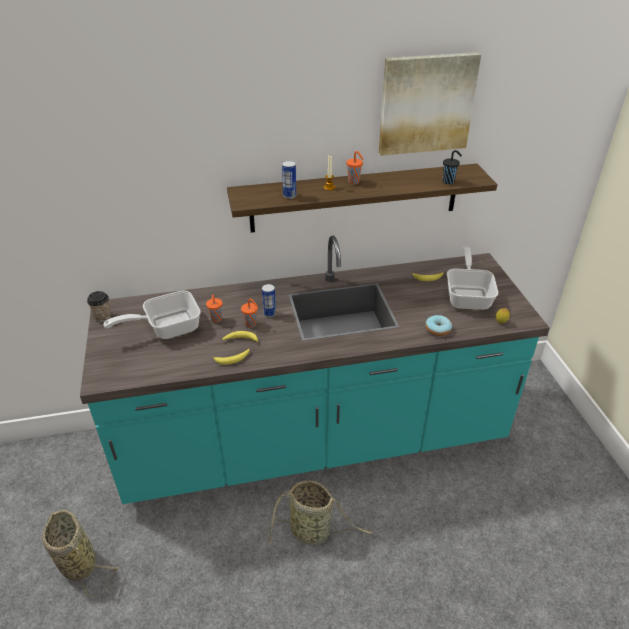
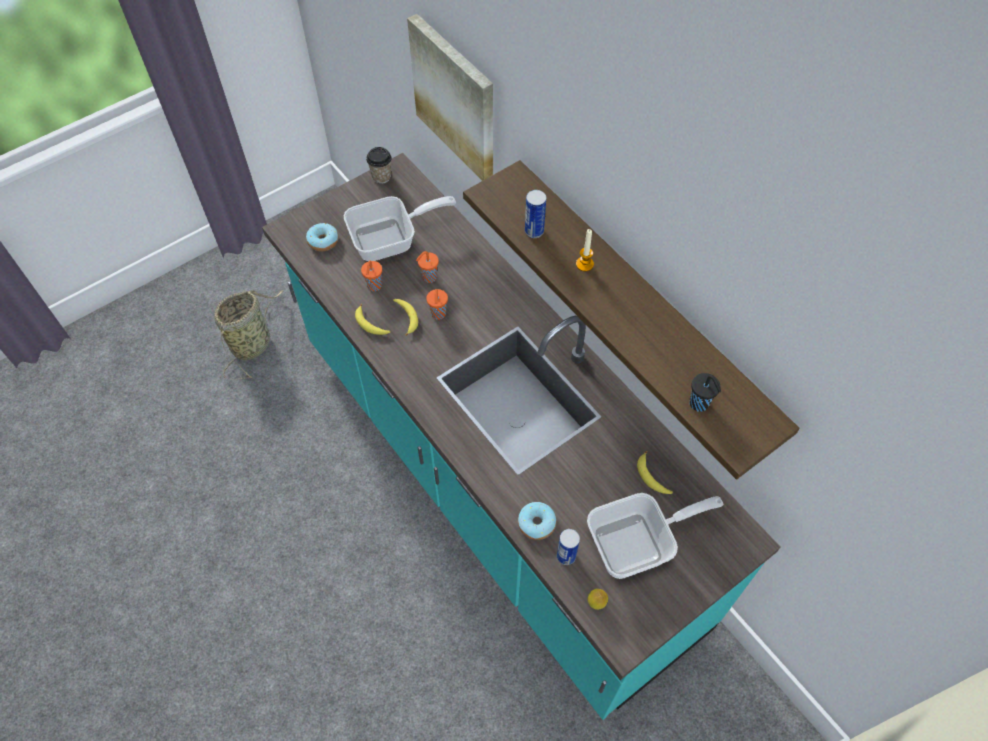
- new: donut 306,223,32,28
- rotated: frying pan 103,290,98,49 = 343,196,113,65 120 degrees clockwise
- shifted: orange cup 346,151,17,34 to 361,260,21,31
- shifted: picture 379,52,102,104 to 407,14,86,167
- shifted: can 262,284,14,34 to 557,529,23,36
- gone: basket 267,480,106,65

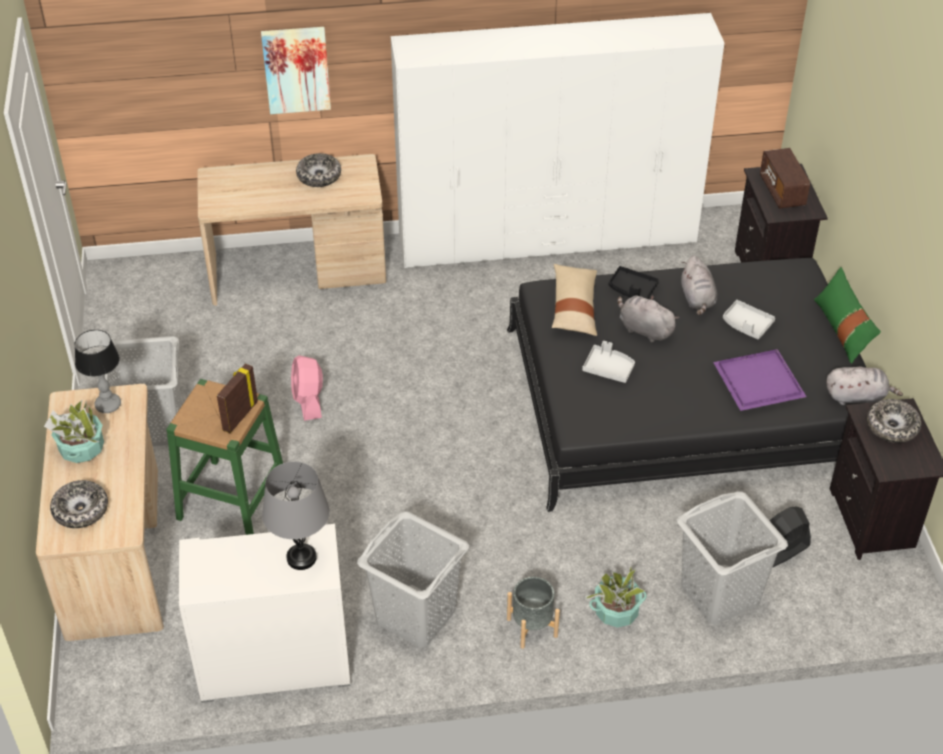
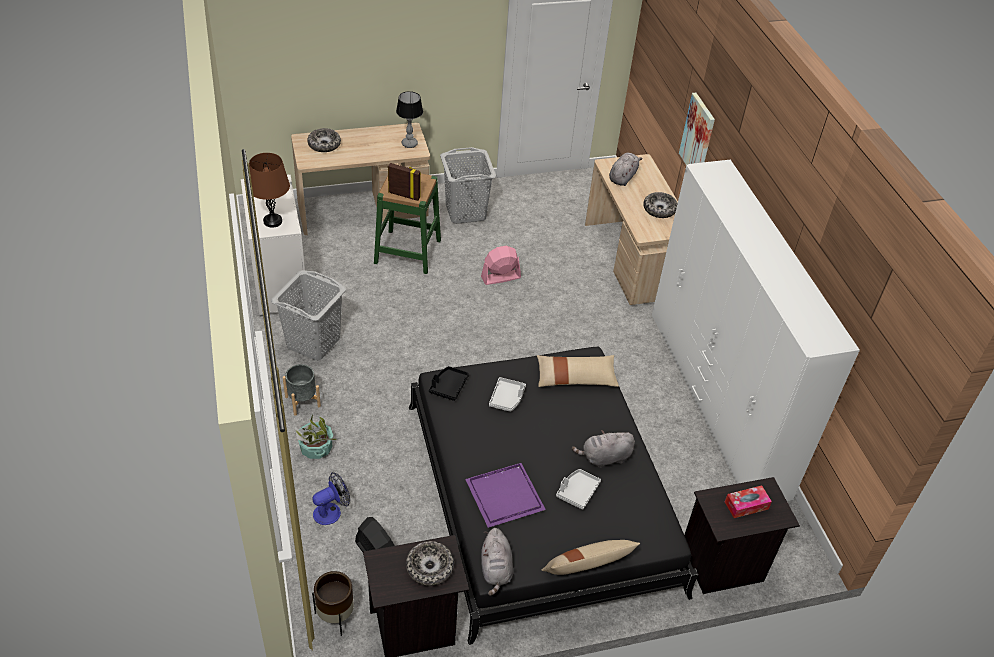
- repainted: grey table lamp 262,462,68,108 to brown table lamp 249,153,41,75
- swapped: grey laundry basket 677,491,111,133 to fan 312,472,38,53
- new: brown planter 312,571,42,65
- shifted: black tray 609,266,50,33 to 429,366,40,35
- repainted: green pillow 814,267,67,96 to beige pillow 542,540,98,35
- shifted: grey plush toy 618,295,61,48 to 609,153,34,33
- swapped: radio 760,148,50,61 to tissue box 725,485,47,33
- gone: potted plant 44,399,60,64

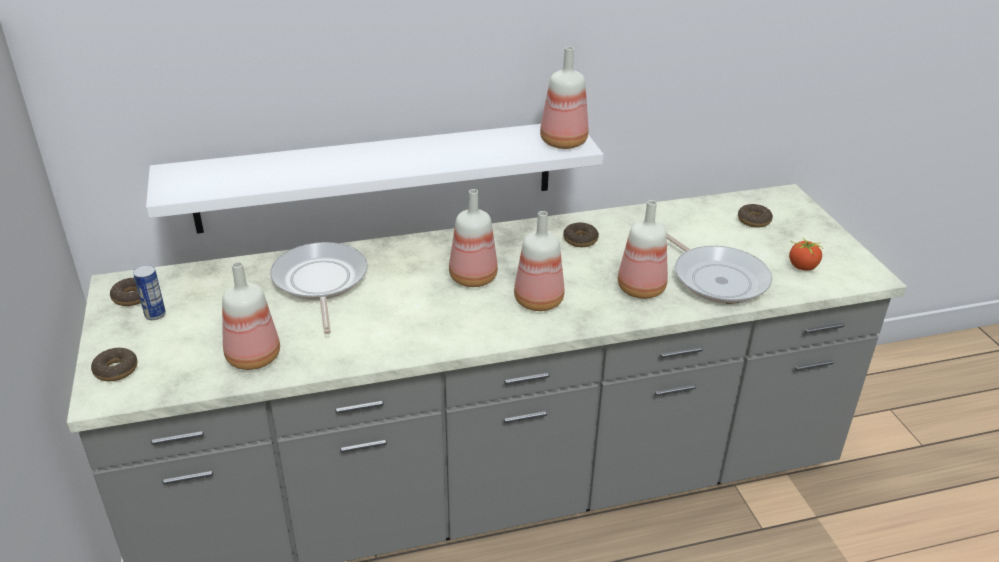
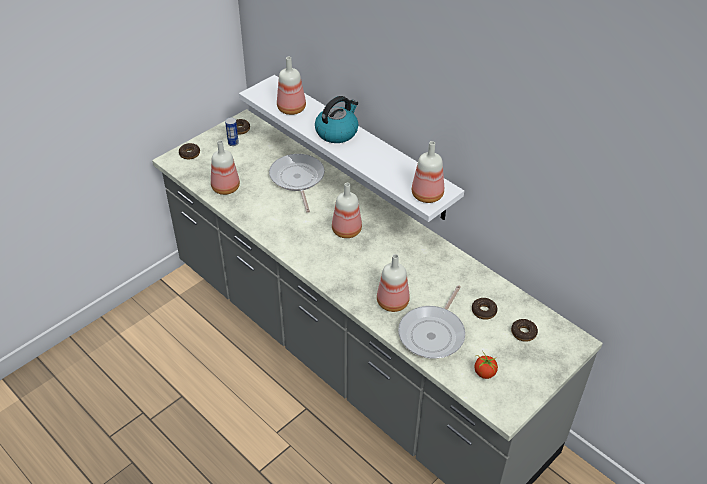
- rotated: frying pan 270,242,98,92 = 269,154,56,59 60 degrees counterclockwise
- shifted: bottle 514,211,50,100 to 277,57,29,58
- new: kettle 315,96,43,47
- shifted: donut 563,223,36,24 to 472,298,26,22

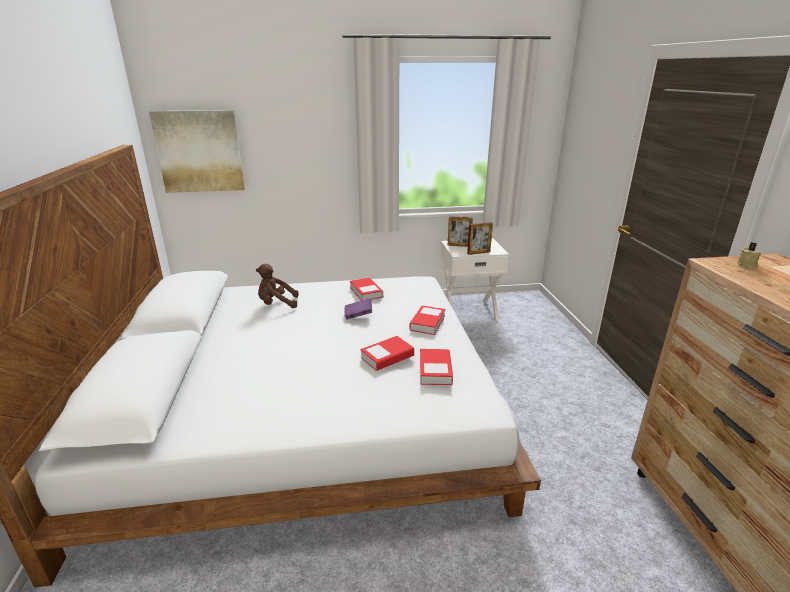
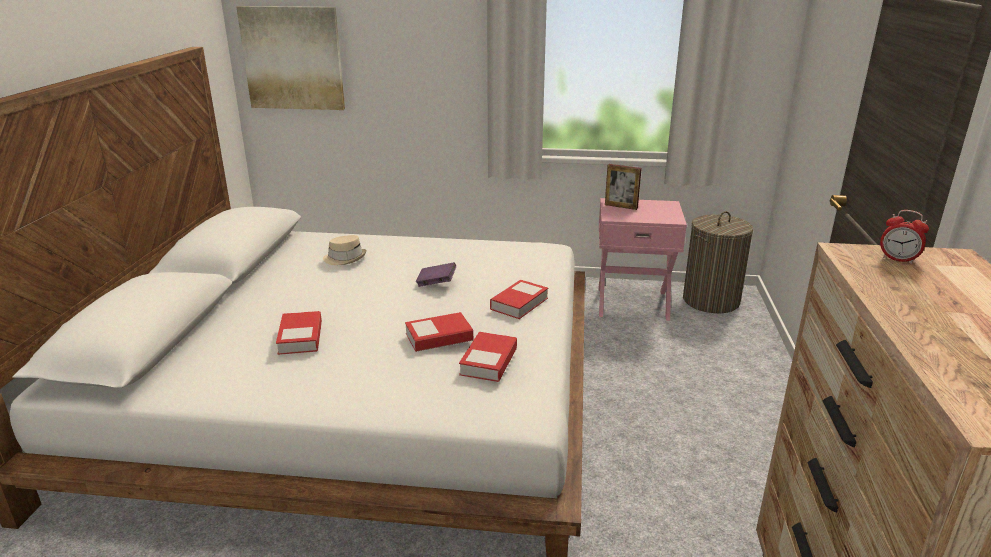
- shifted: book 350,277,33,24 to 276,311,46,44
- swapped: brown plush toy 256,264,43,44 to beige hat 323,235,43,30
- repainted: white nightstand 440,239,69,82 to pink nightstand 598,198,89,123
- new: laundry basket 683,211,70,102
- swapped: beige candle 737,242,24,27 to alarm clock 880,210,49,54
- gone: picture frame 467,222,26,33

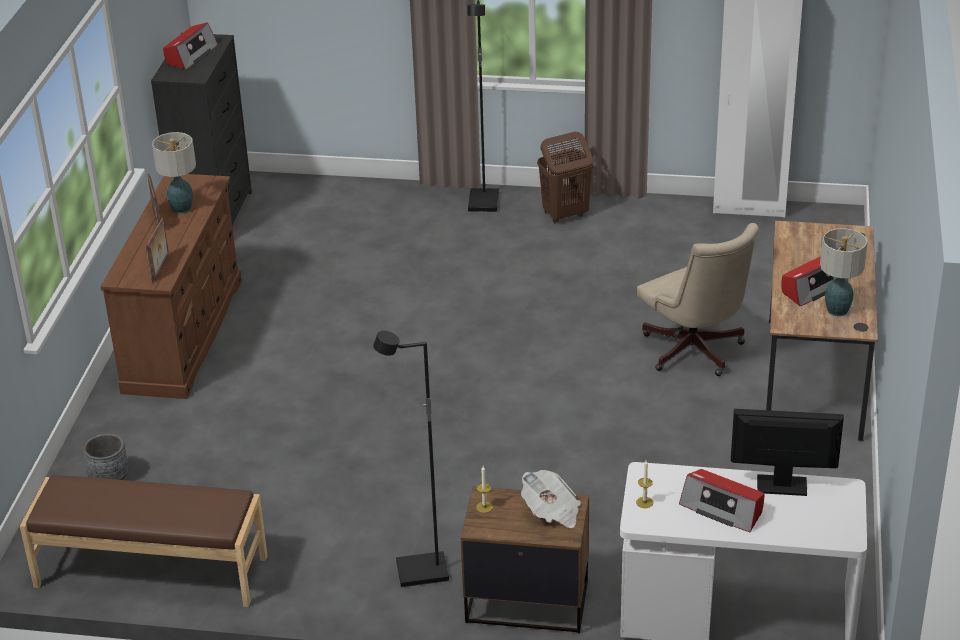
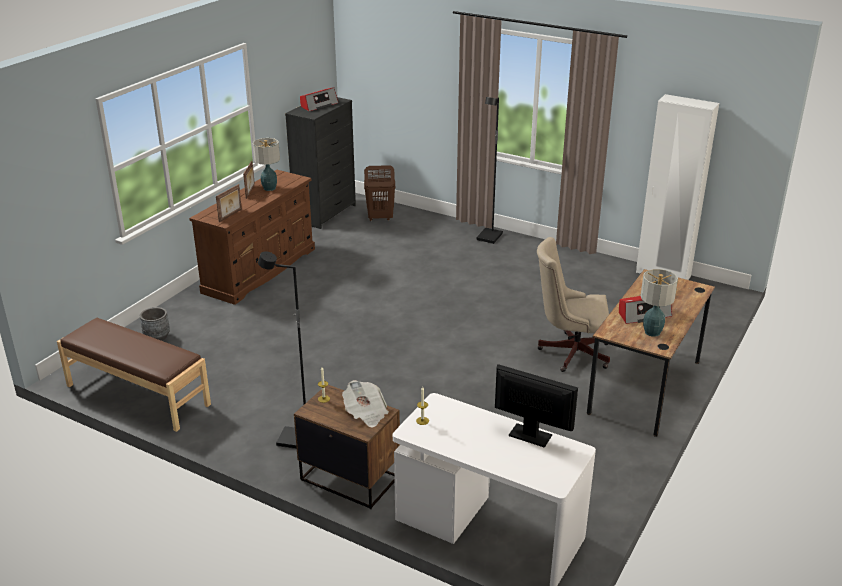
- shifted: brown laundry basket 537,132,56,92 to 364,165,31,56
- rotated: beige office chair 637,223,122,153 = 537,237,73,135 105 degrees clockwise
- gone: radio 679,469,86,63

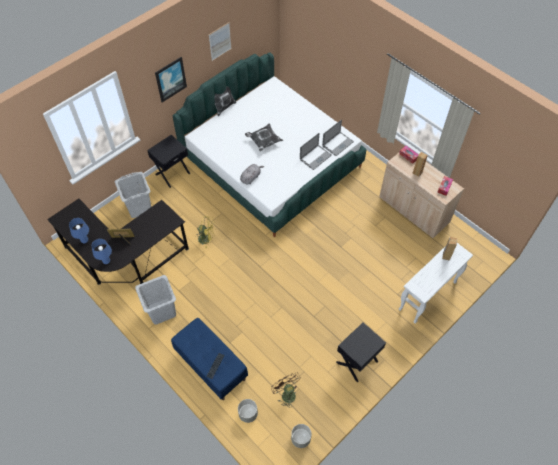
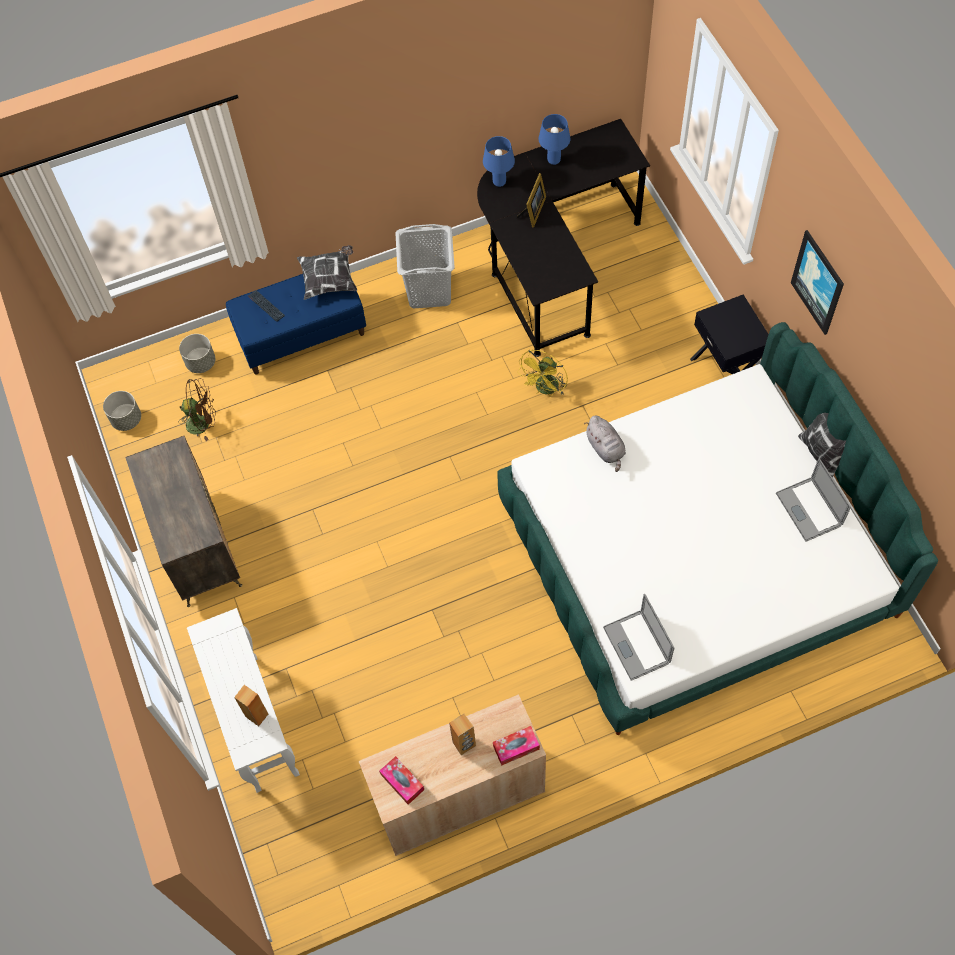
- swapped: black nightstand 336,323,50,60 to dresser 125,436,117,171
- shifted: pillow 245,124,38,27 to 297,245,60,55
- shifted: laptop 300,133,32,37 to 776,458,75,84
- gone: grey laundry basket 115,172,36,46
- gone: picture 209,22,23,39

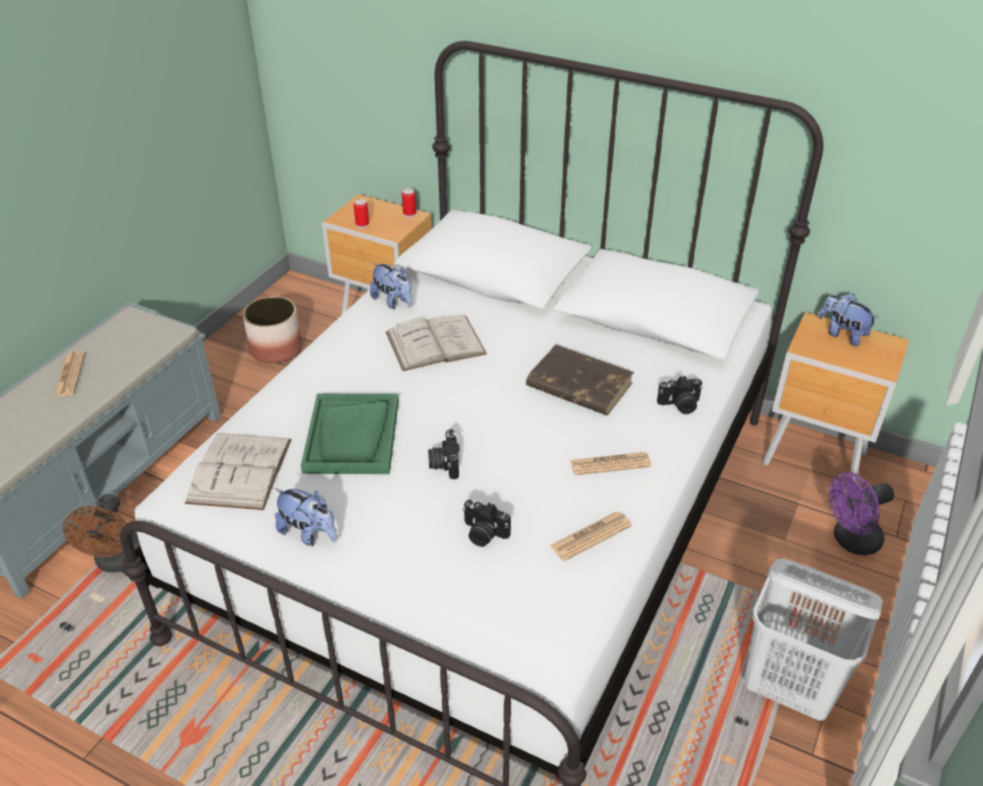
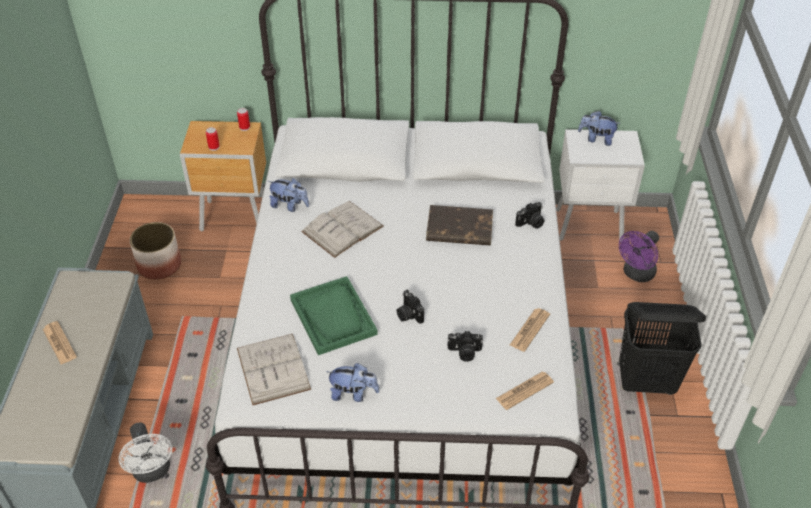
- repainted: brown fan 63,494,77,79 to white fan 119,422,53,61
- shifted: newspaper 570,452,82,23 to 496,372,58,38
- repainted: brown nightstand 763,312,146,170 to white nightstand 556,129,89,112
- repainted: white laundry basket 744,558,138,163 to black laundry basket 619,302,87,93

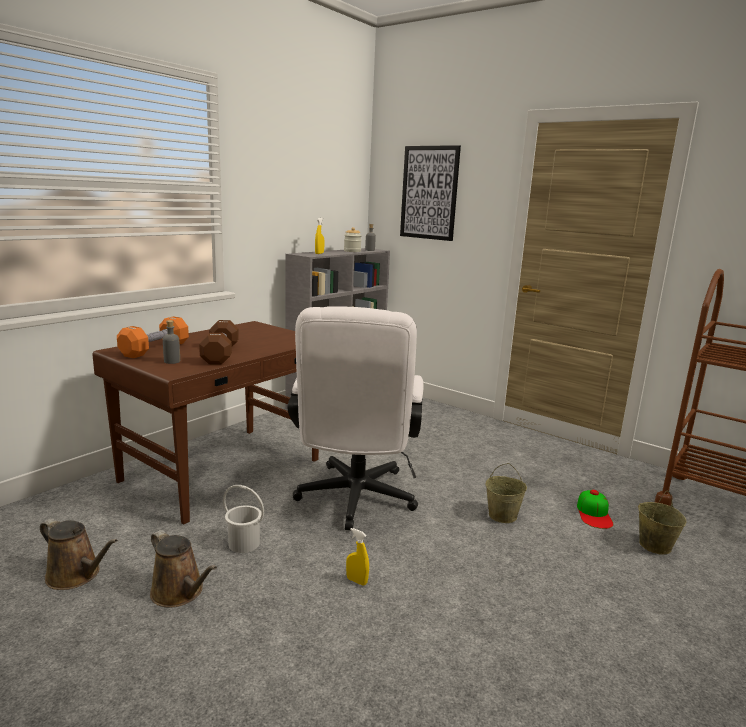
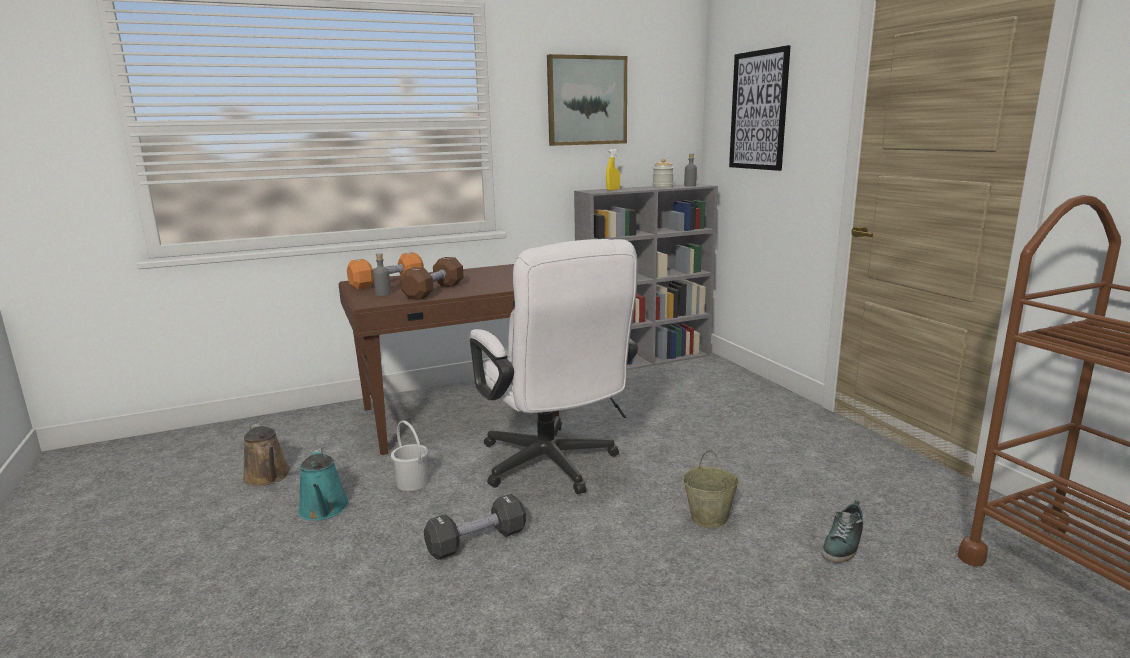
- repainted: brown watering can 150,530,67,77 to turquoise watering can 298,449,51,72
- swapped: yellow spray bottle 346,528,23,58 to black dumbbell 424,494,102,66
- rotated: white office chair 288,307,136,223 = 470,239,168,255 60 degrees counterclockwise
- new: picture 547,54,80,92
- swapped: cap 577,490,36,39 to shoe 822,500,41,63
- gone: beige bucket 638,490,49,65

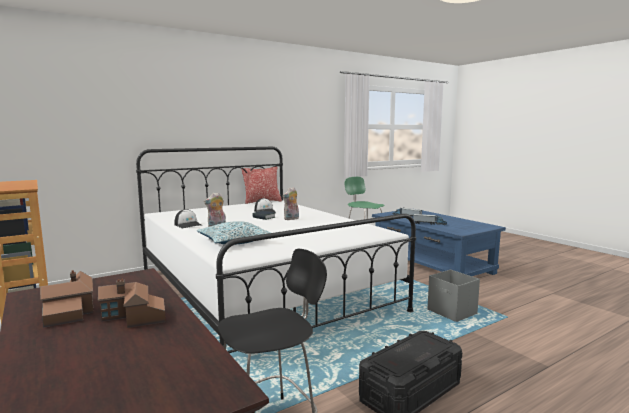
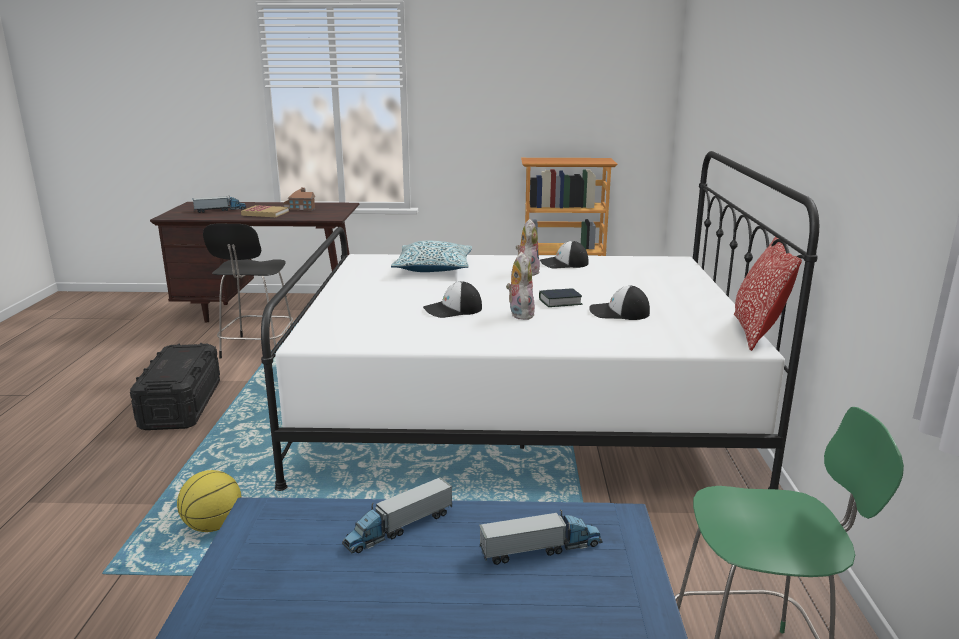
- swapped: grey storage box 428,270,52,52 to basketball 177,470,64,62
- new: toy truck 193,195,53,18
- swapped: toy house 98,279,68,49 to book 241,205,48,12
- new: cap 423,281,59,37

